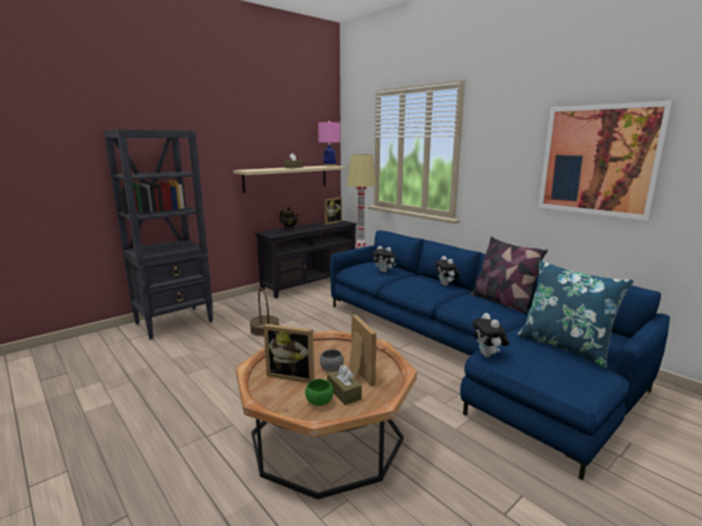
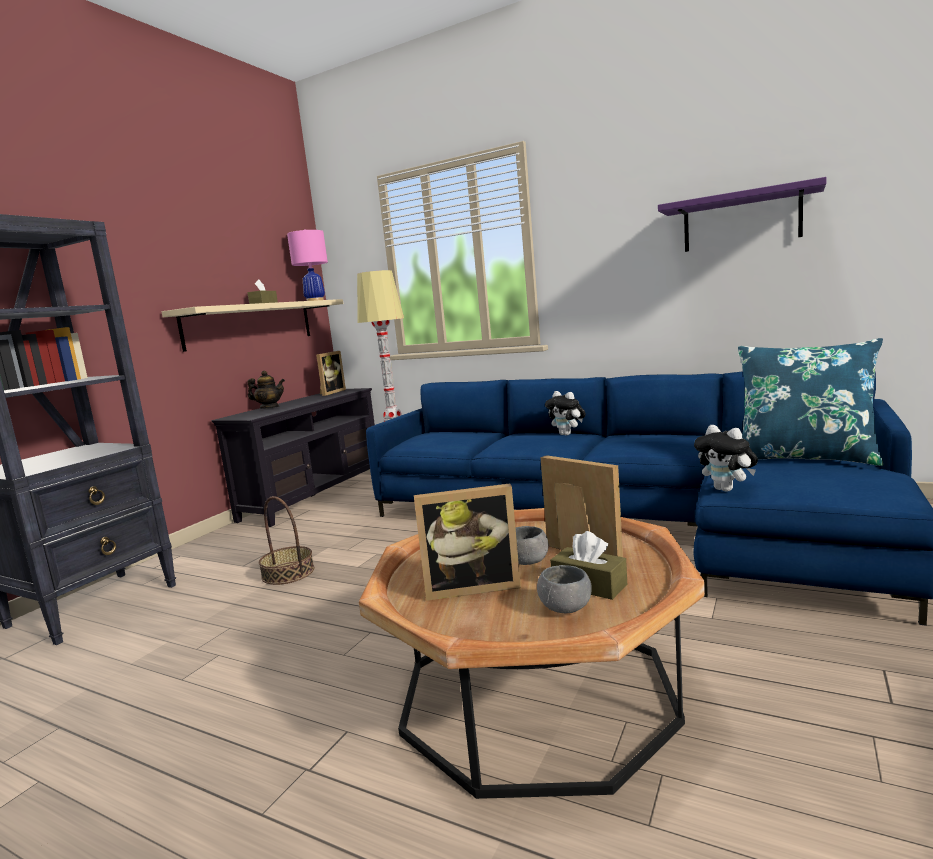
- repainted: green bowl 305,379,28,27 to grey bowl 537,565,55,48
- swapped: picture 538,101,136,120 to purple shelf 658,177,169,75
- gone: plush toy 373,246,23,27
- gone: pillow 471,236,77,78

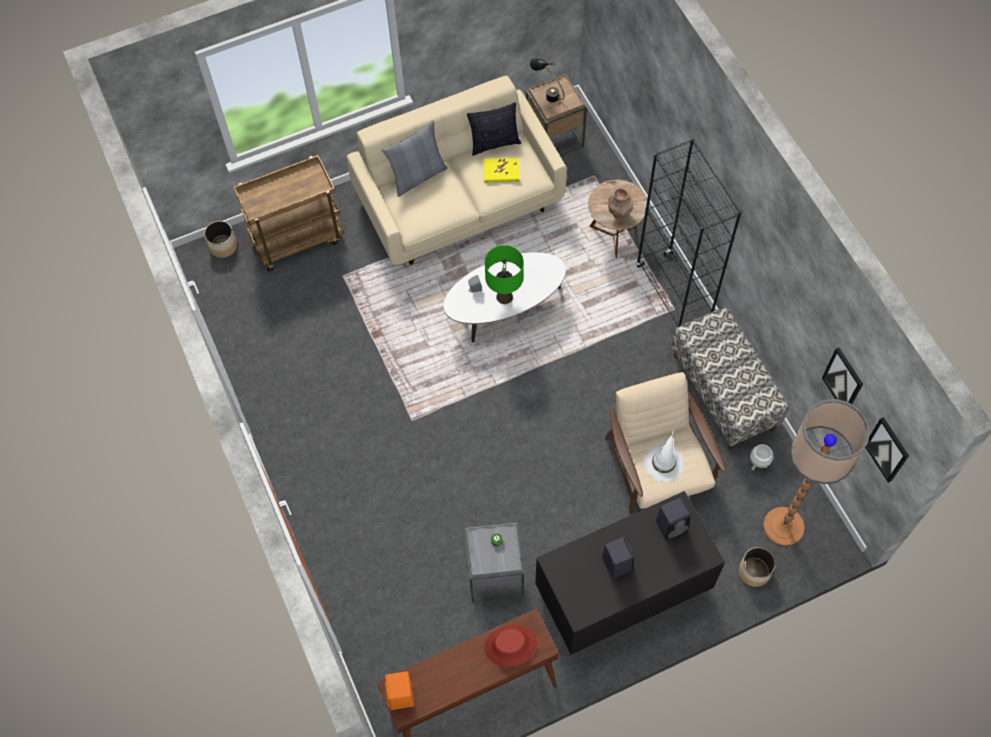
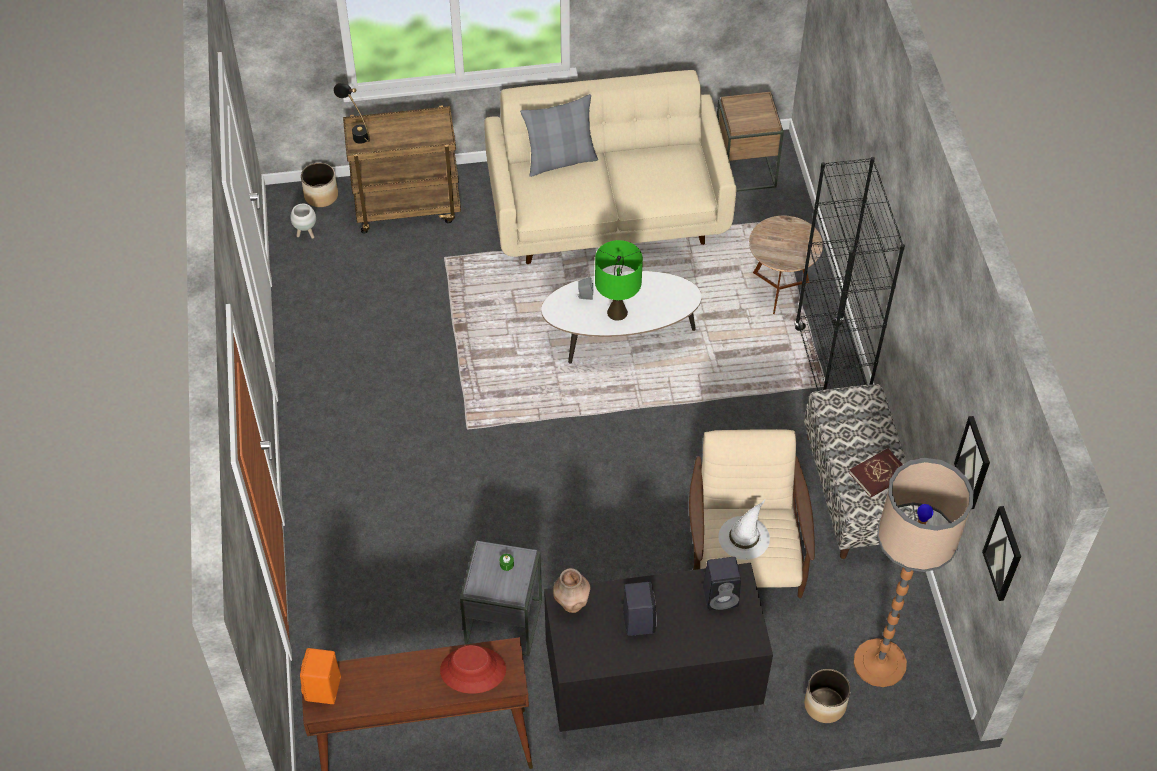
- shifted: white planter 750,444,23,26 to 291,204,25,35
- shifted: black table lamp 530,59,35,43 to 333,83,37,61
- shifted: brown vase 608,188,25,31 to 553,568,38,45
- new: red book 849,448,54,50
- gone: pillow 467,102,54,54
- gone: yellow book 483,158,37,25

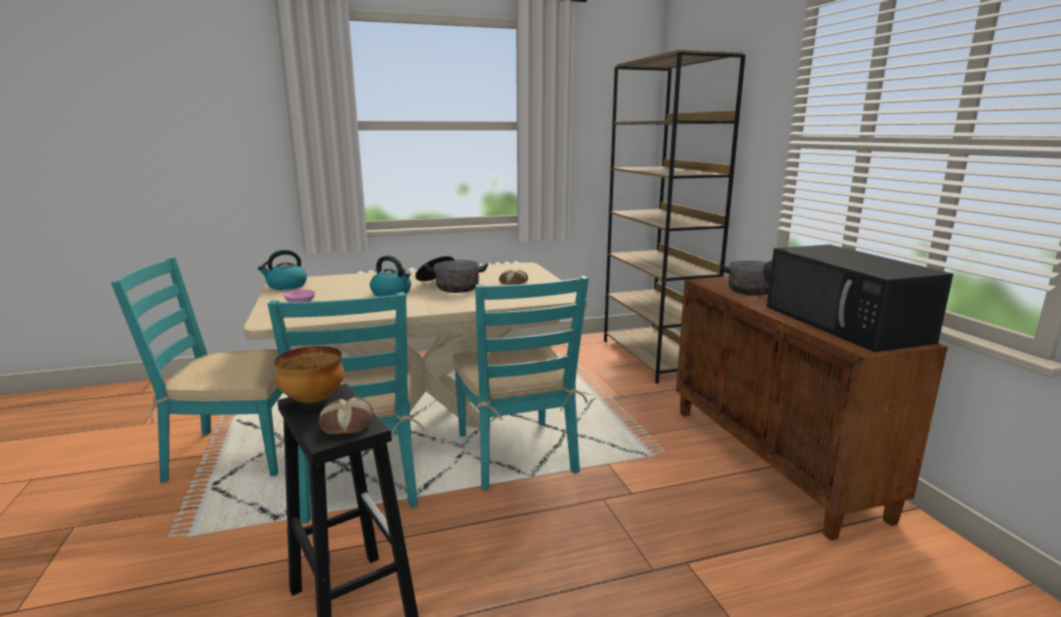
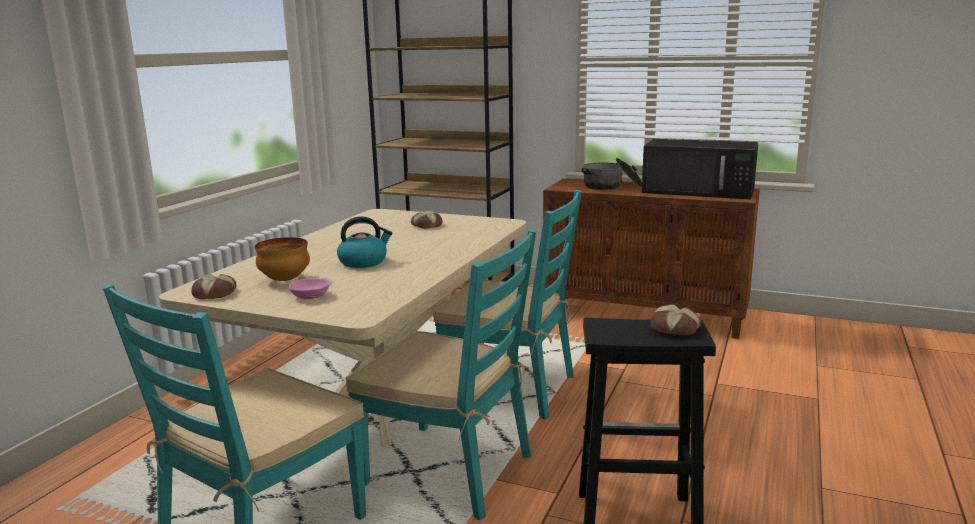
- swapped: kettle 258,250,49,40 to bread 191,274,46,25
- shifted: bowl 274,346,70,57 to 254,237,56,44
- gone: cooking pot 415,256,74,37

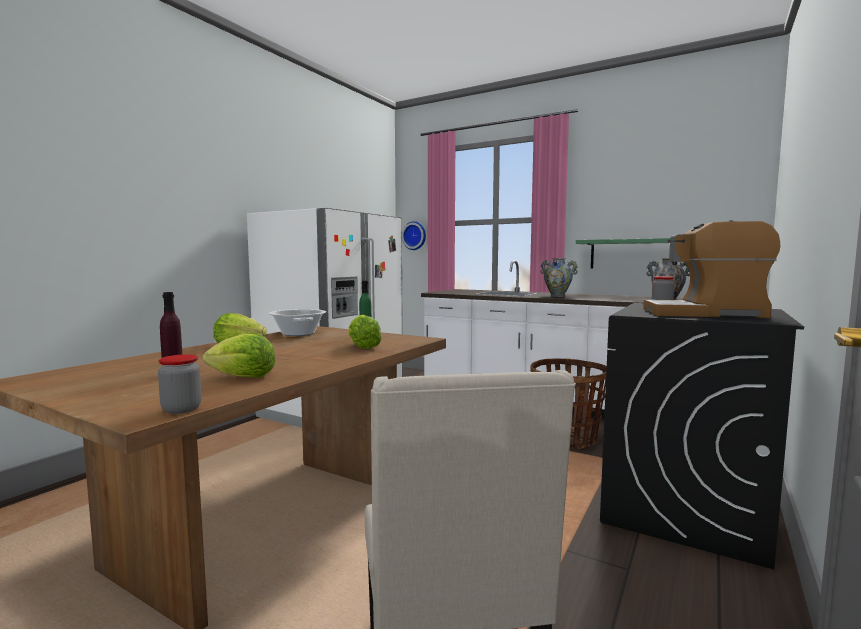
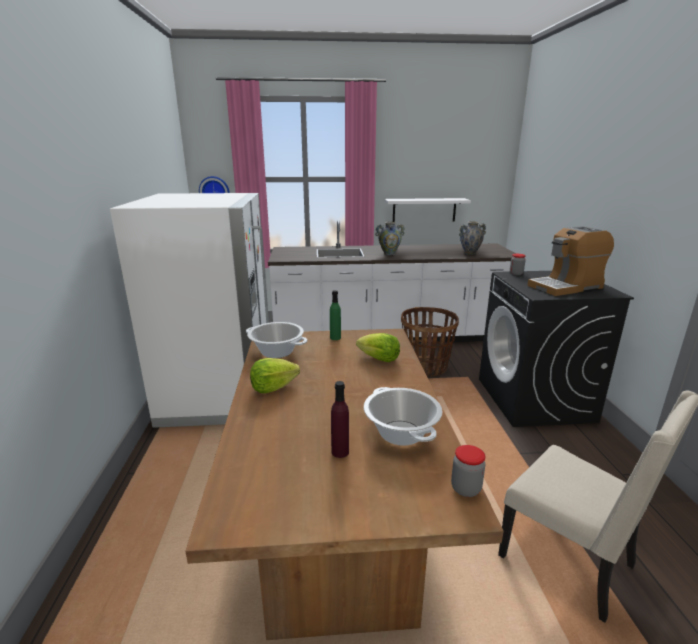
- swapped: lettuce 203,333,72,44 to cooking pot 364,387,79,59
- repainted: green shelf 576,238,94,30 to white shelf 385,198,86,24

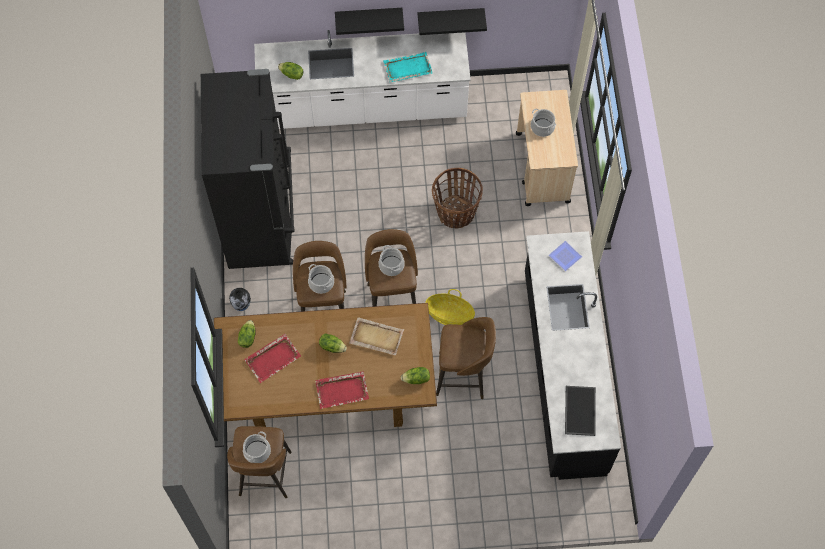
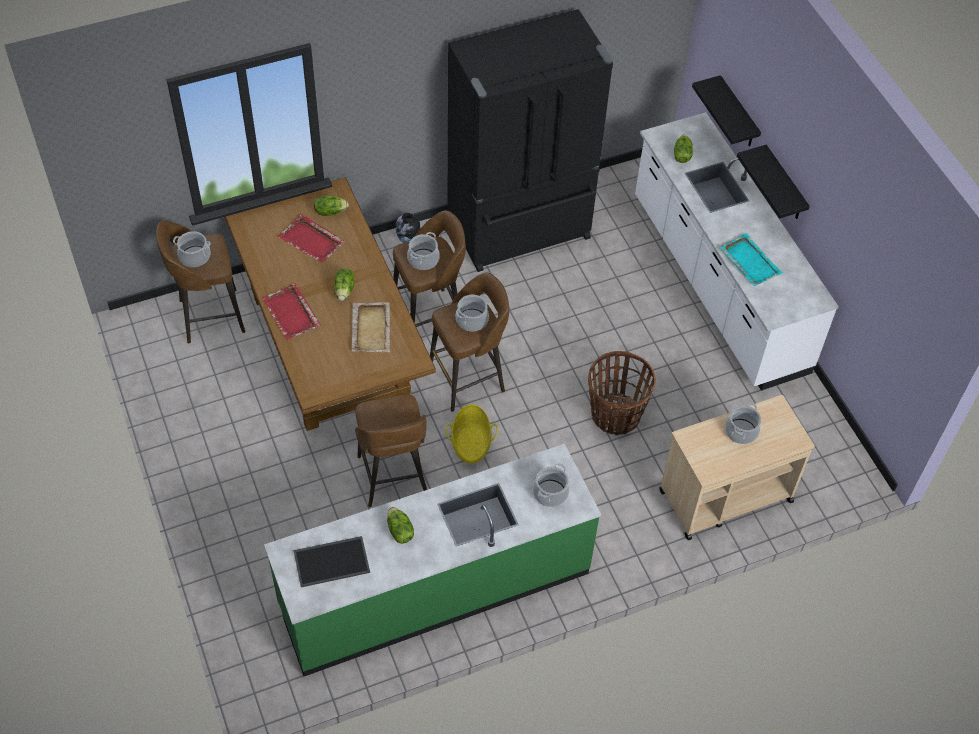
- repainted: black counter 525,231,96,249 to green counter 264,444,337,232
- shifted: lettuce 401,367,29,17 to 387,507,27,37
- swapped: plate 549,241,33,30 to cooking pot 533,463,37,44
- shifted: black shelf 418,8,69,27 to 692,75,69,72

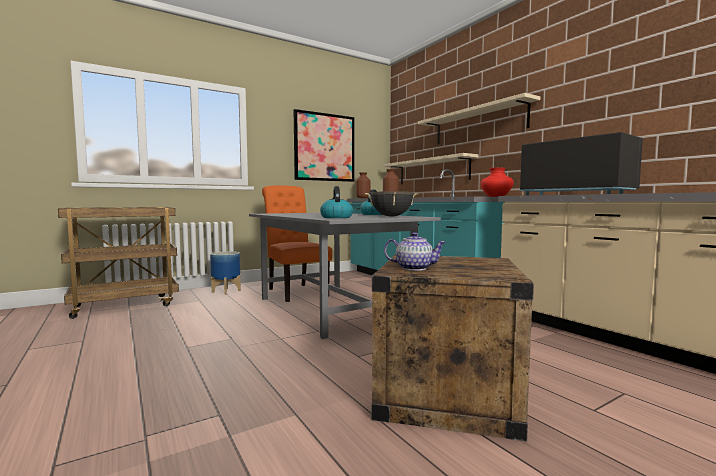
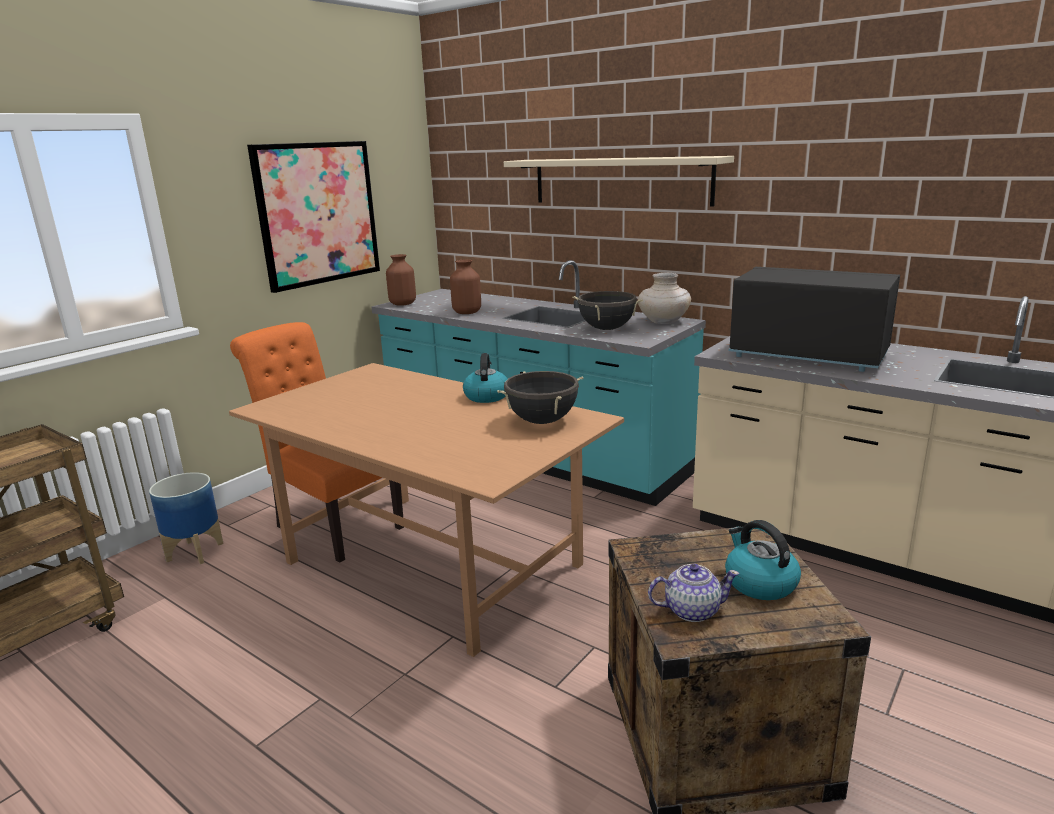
- repainted: grey dining table 249,213,192,126 to brown dining table 229,363,395,294
- new: black cooking pot 572,291,71,39
- repainted: red vase 480,168,34,29 to beige vase 638,273,53,51
- shifted: kettle 320,186,33,32 to 725,520,76,80
- gone: beige shelf 384,153,94,31

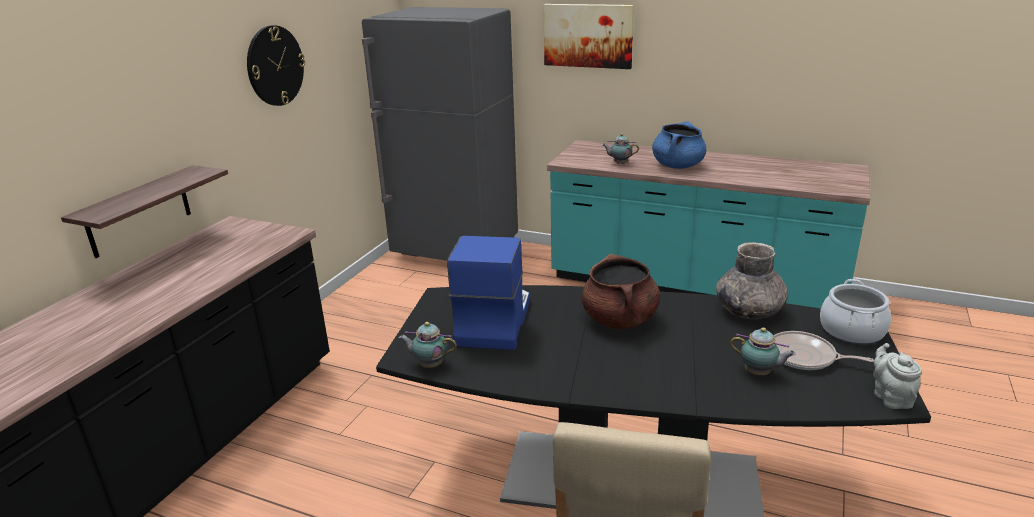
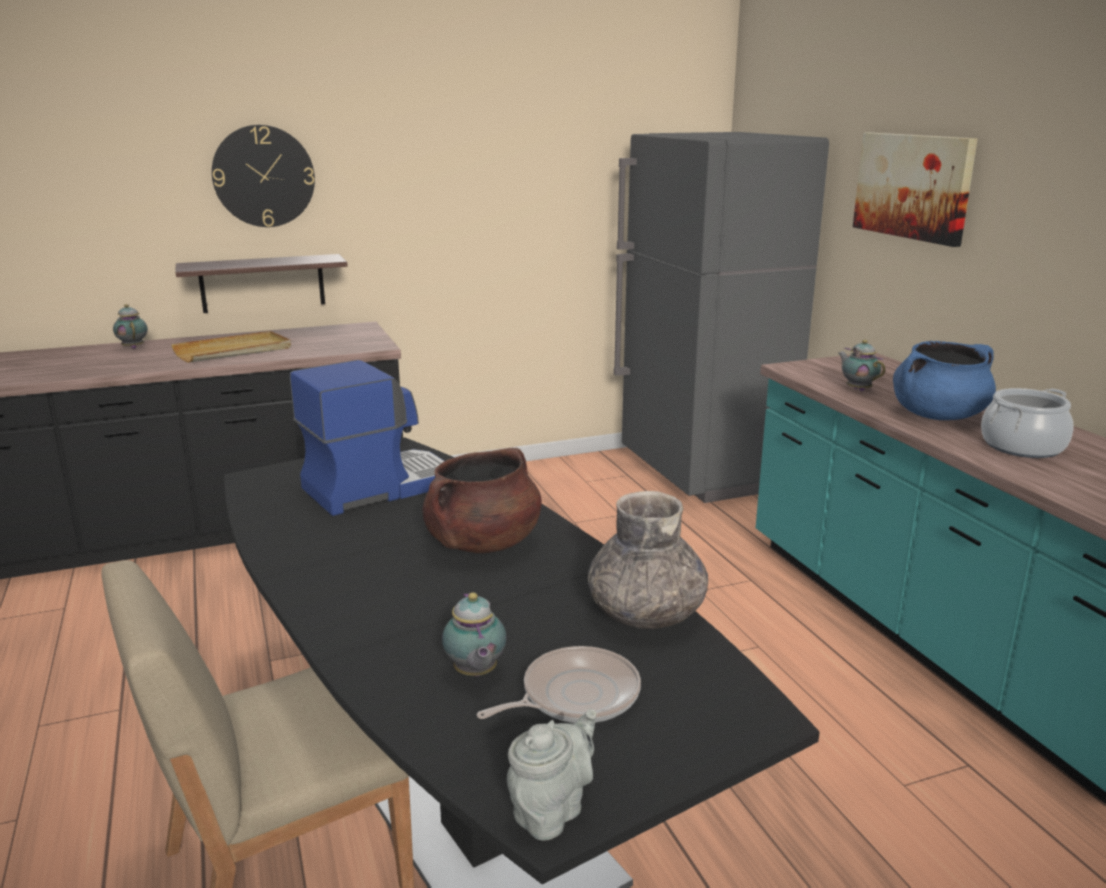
- shifted: teapot 399,322,58,46 to 113,304,35,45
- new: beige tray 171,331,120,32
- shifted: wall clock 247,25,58,81 to 212,125,103,102
- rotated: frying pan 773,331,101,39 = 477,646,164,77 75 degrees clockwise
- shifted: cooking pot 820,279,71,65 to 981,388,93,70

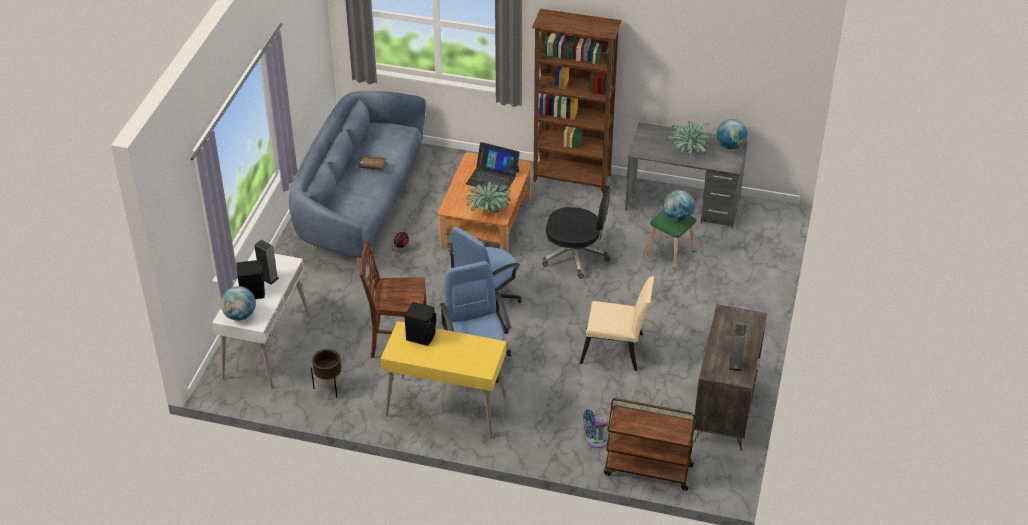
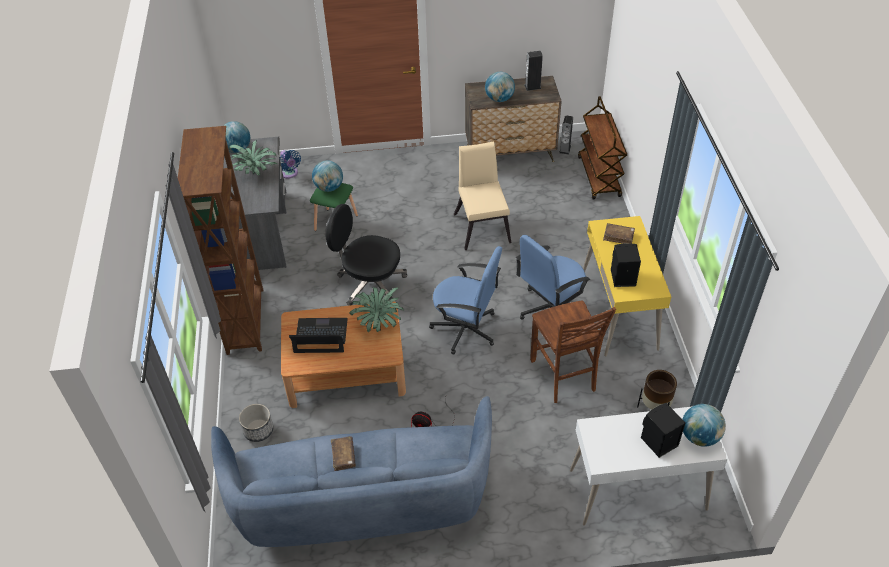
- new: planter 239,404,34,38
- shifted: blue fan 583,409,25,39 to 280,150,21,28
- rotated: laptop 466,142,54,50 = 289,318,59,35 90 degrees counterclockwise
- rotated: black office chair 542,185,69,94 = 325,204,82,102 60 degrees counterclockwise
- new: globe 485,72,30,30
- shifted: speaker 255,240,24,45 to 559,115,14,40
- new: brown book 603,223,32,21

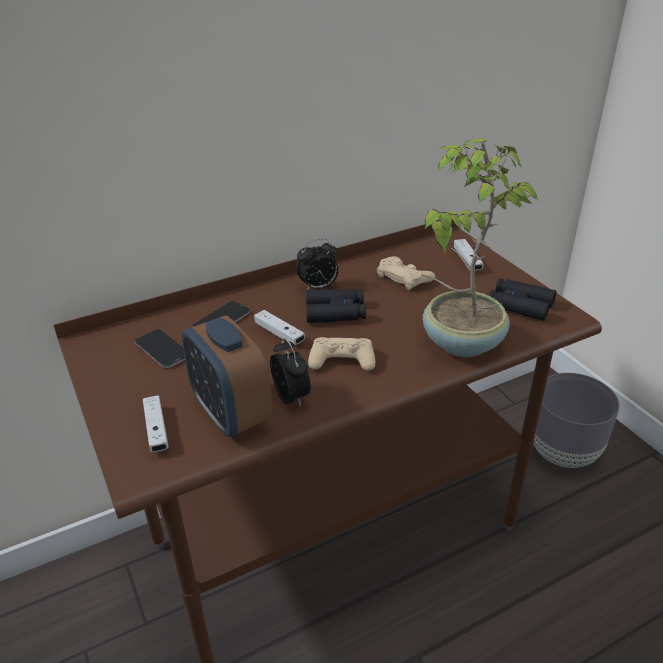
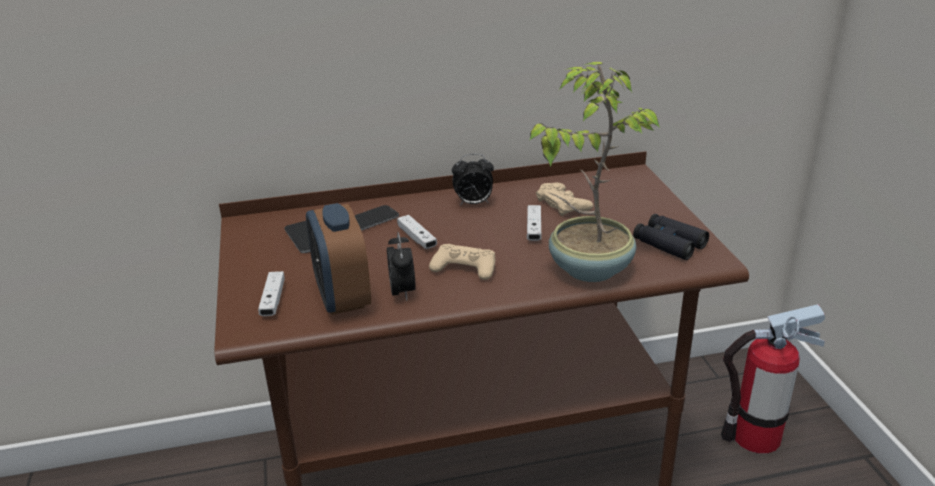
- shifted: white game controller 454,239,29,32 to 527,205,14,36
- swapped: grey planter 534,373,85,95 to fire extinguisher 721,304,104,149
- gone: black binoculars 306,289,60,34

